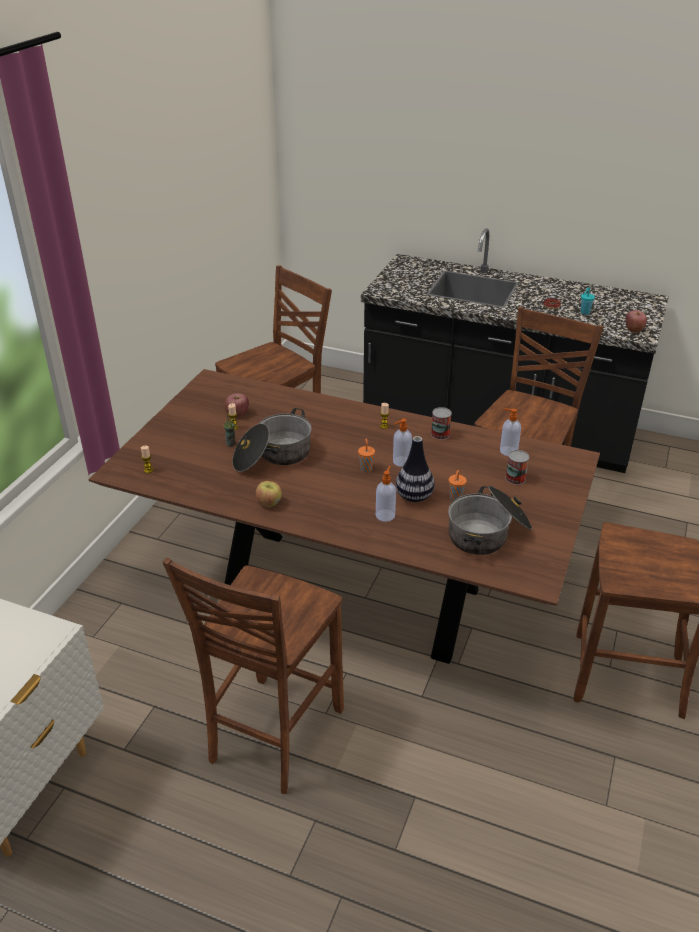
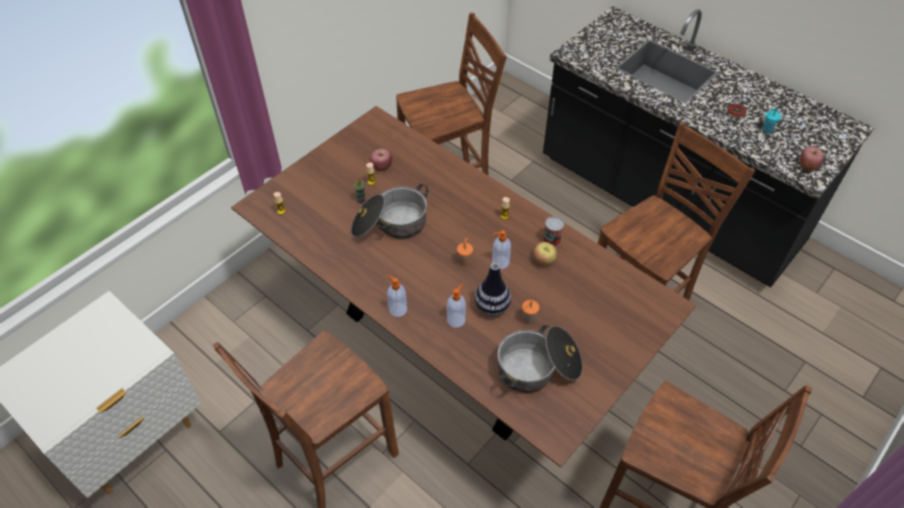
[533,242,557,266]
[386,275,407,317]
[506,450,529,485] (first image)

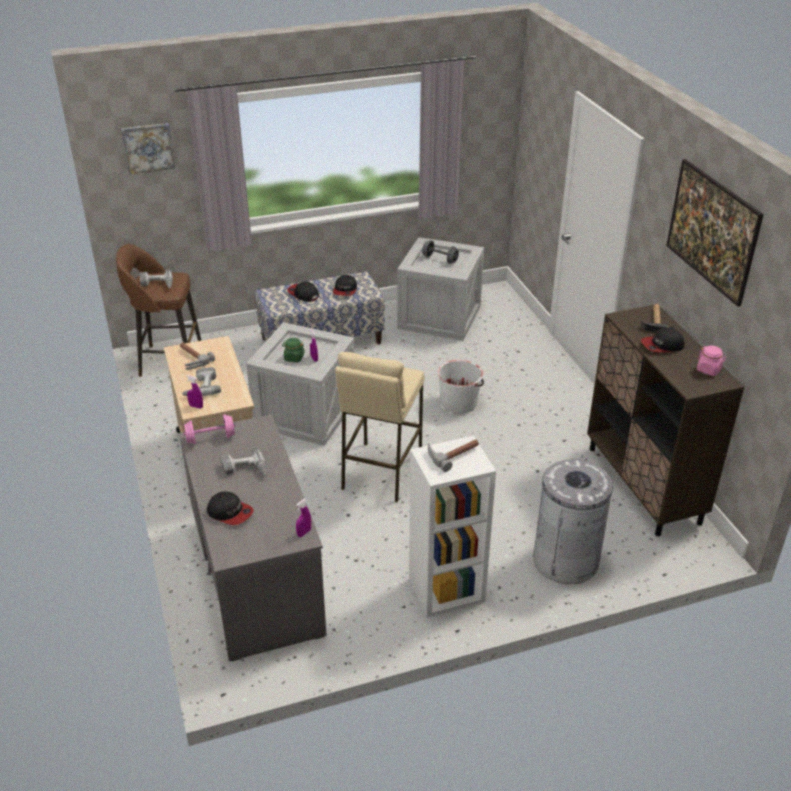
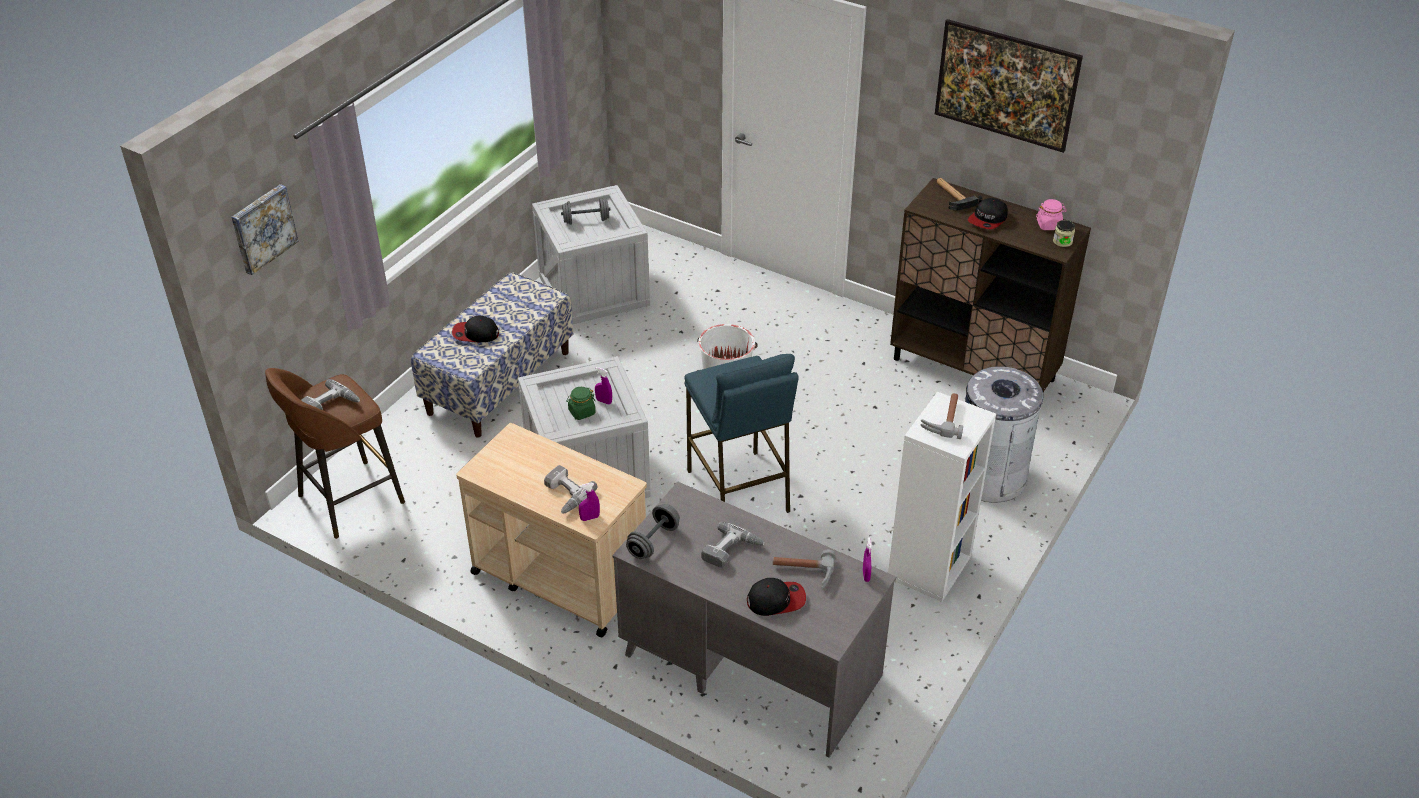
[773,550,835,589]
[626,504,680,559]
[333,275,357,296] (first image)
[684,354,799,513]
[1053,220,1075,247]

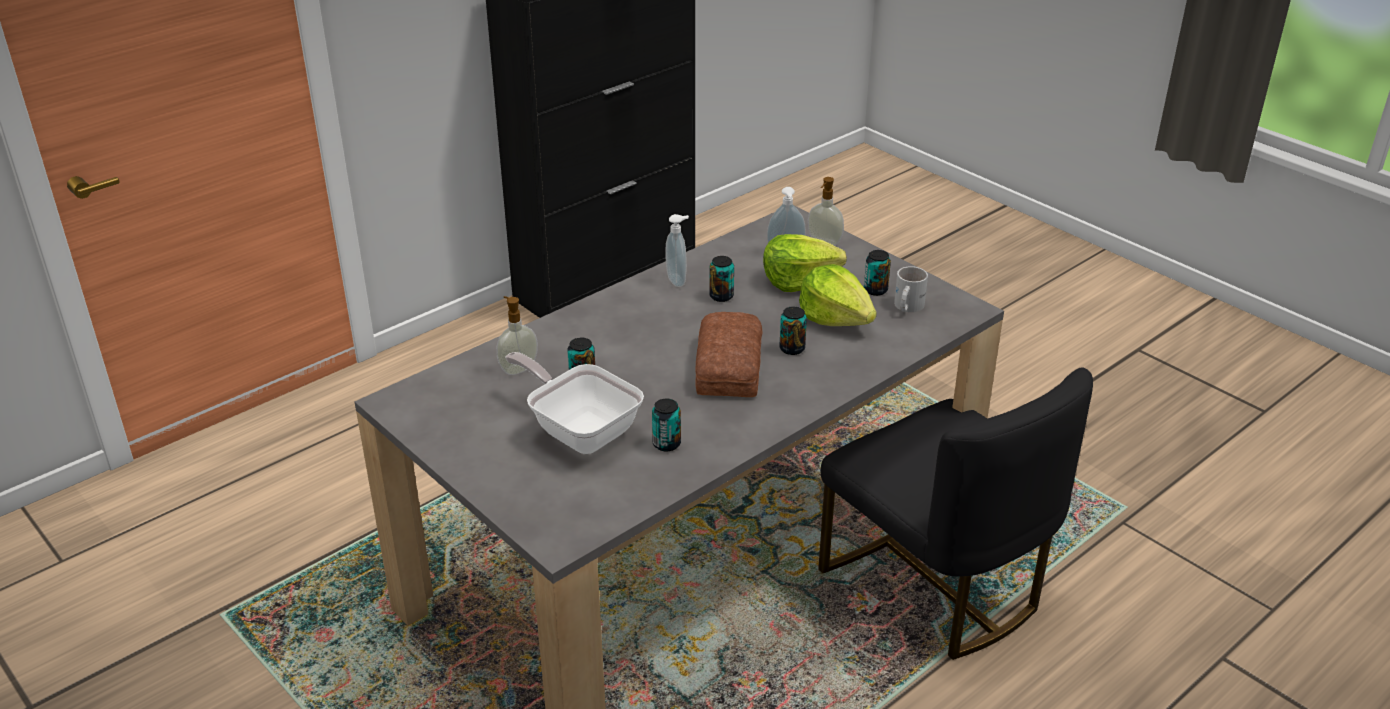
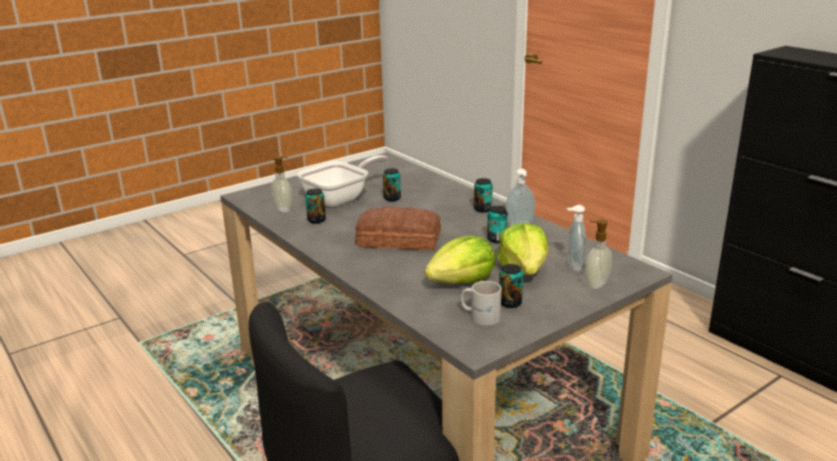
[271,156,293,212]
[474,178,493,213]

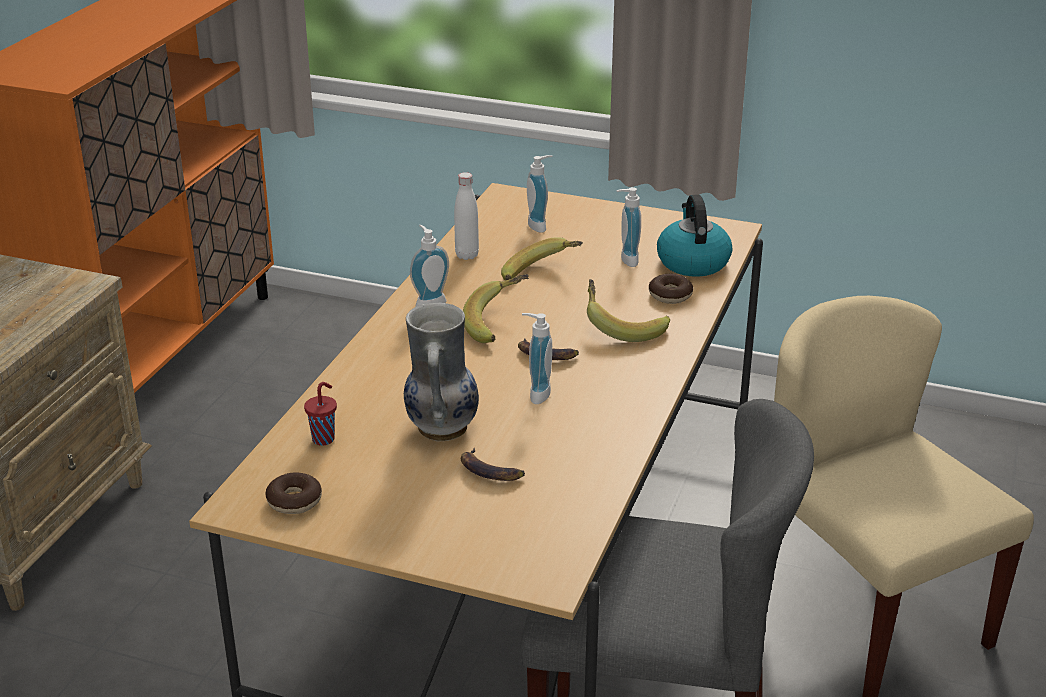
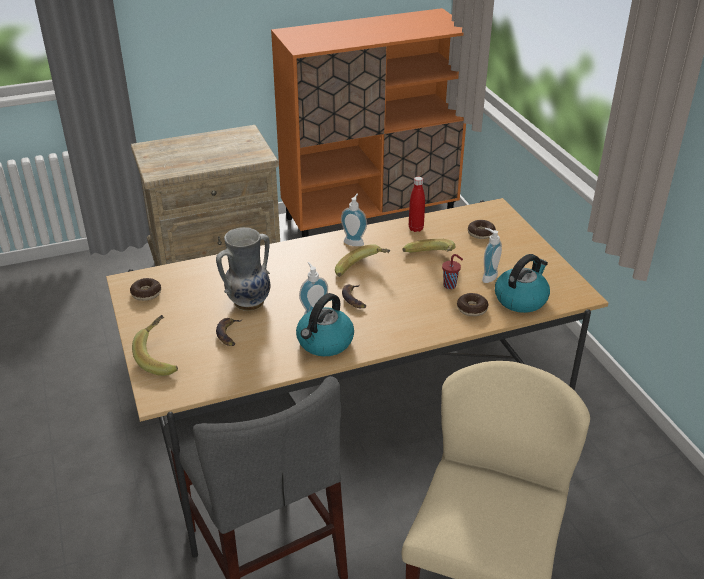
[442,254,463,289]
[409,177,425,232]
[468,220,496,239]
[132,315,178,376]
[296,293,354,356]

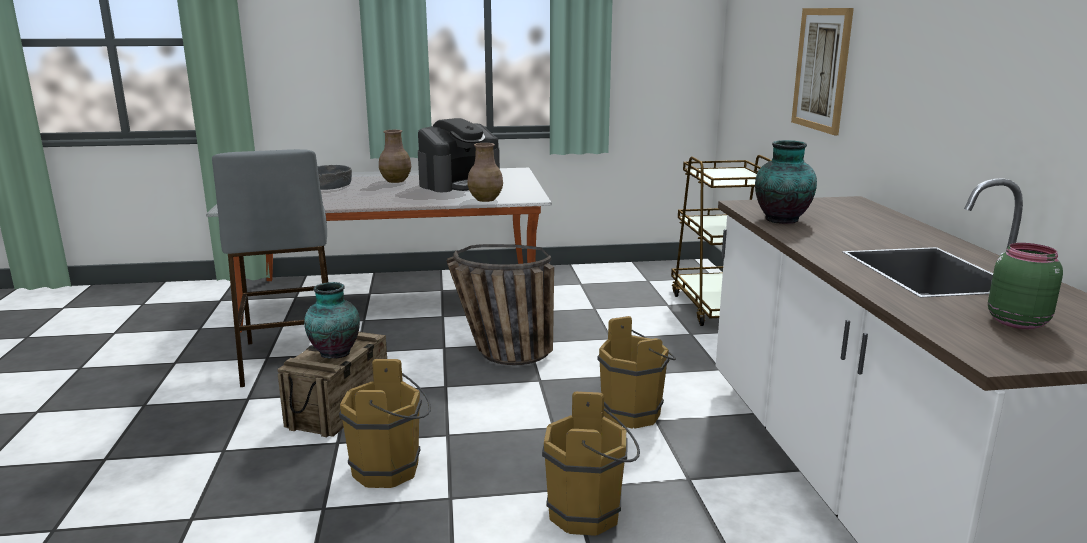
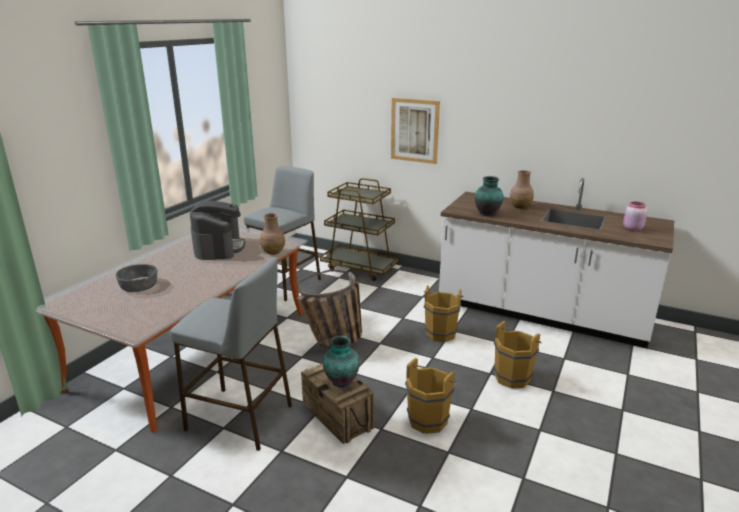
[510,170,534,209]
[623,202,647,231]
[244,166,321,301]

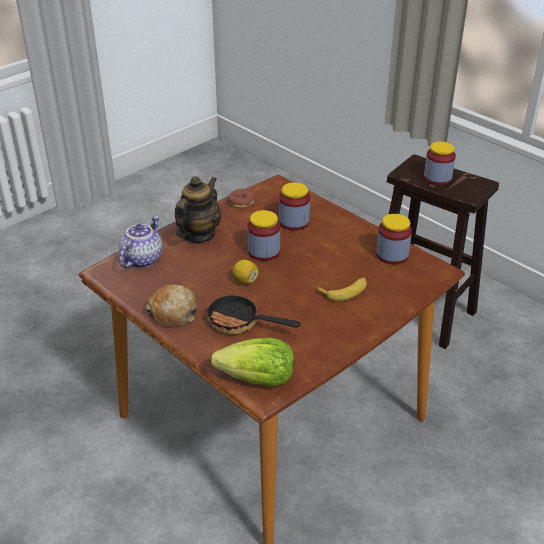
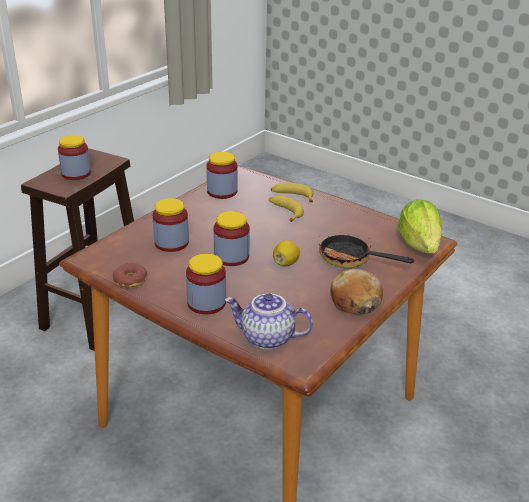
[186,254,226,314]
[319,232,414,269]
[271,183,314,202]

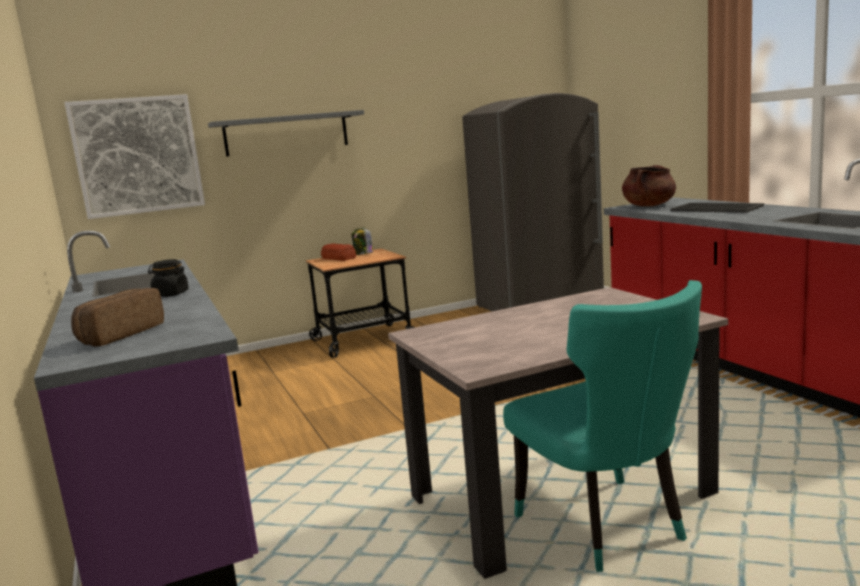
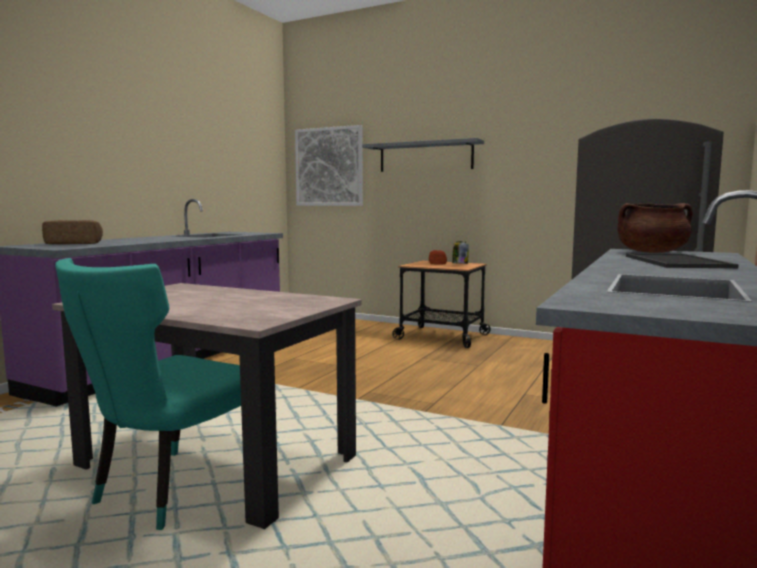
[148,259,189,297] (first image)

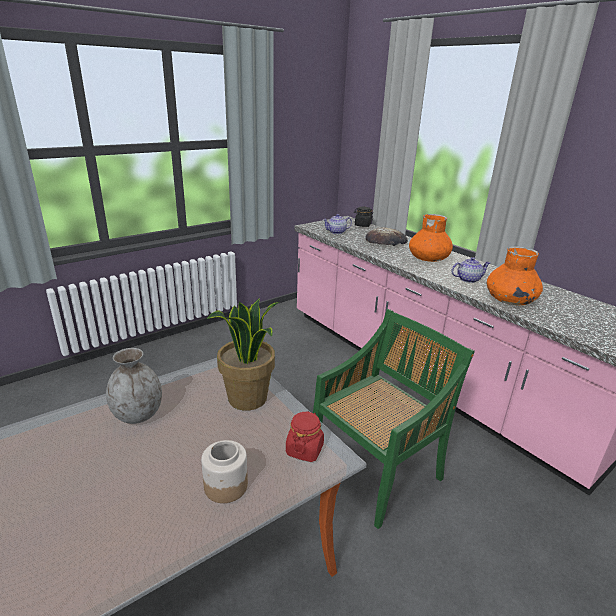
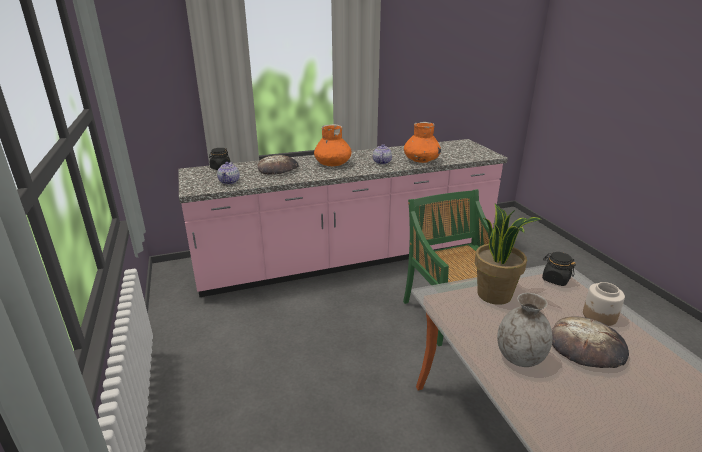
[542,252,576,286]
[552,316,629,368]

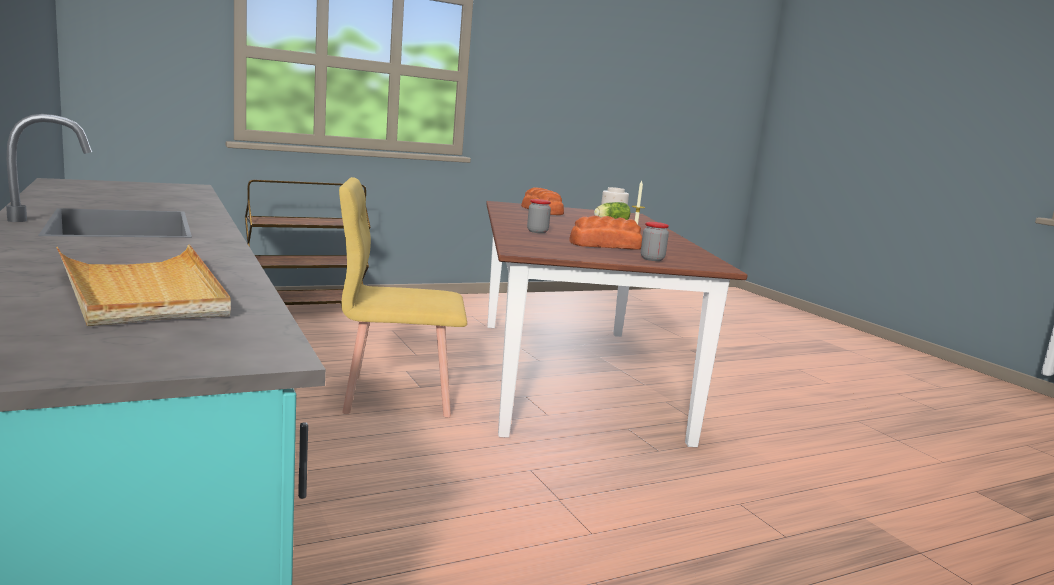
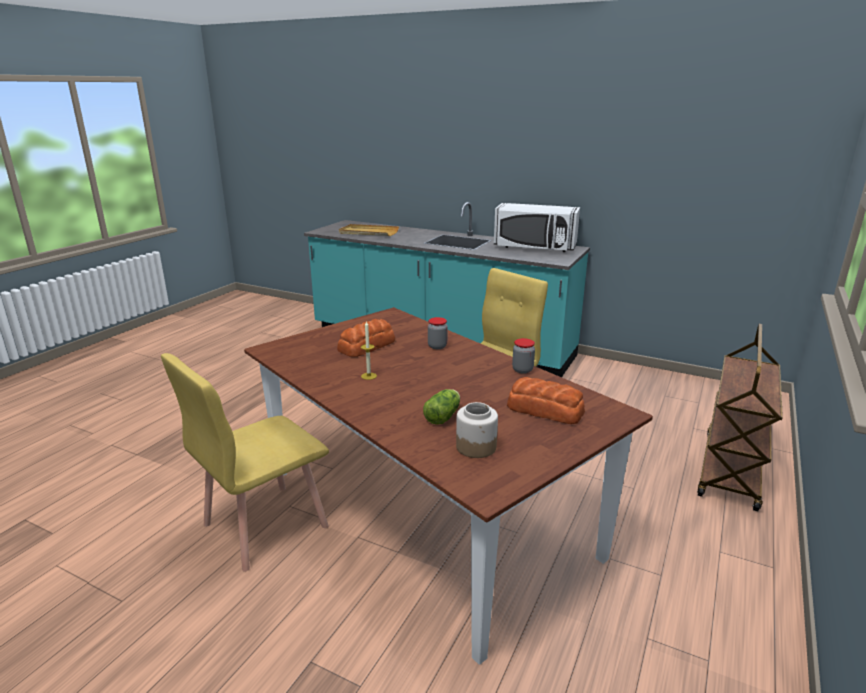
[512,338,535,374]
[161,353,329,572]
[494,203,580,252]

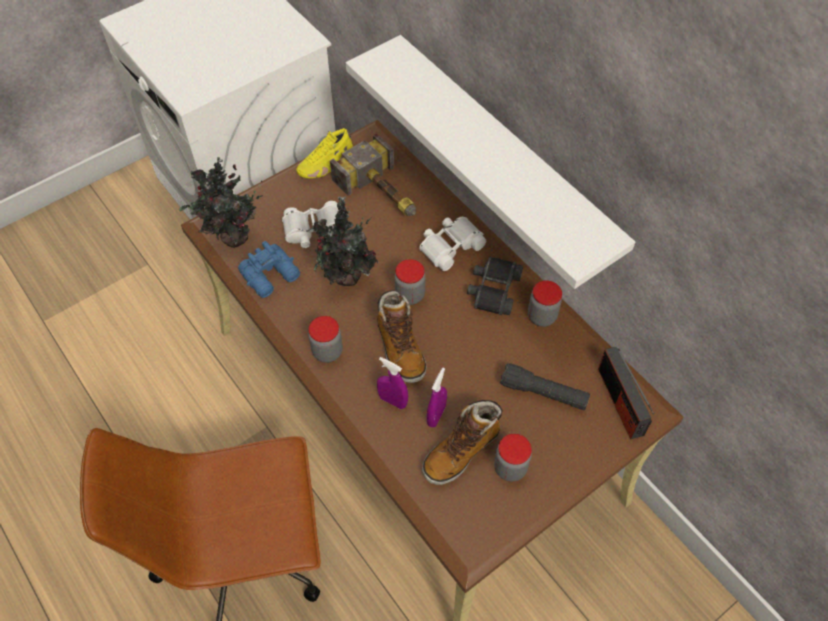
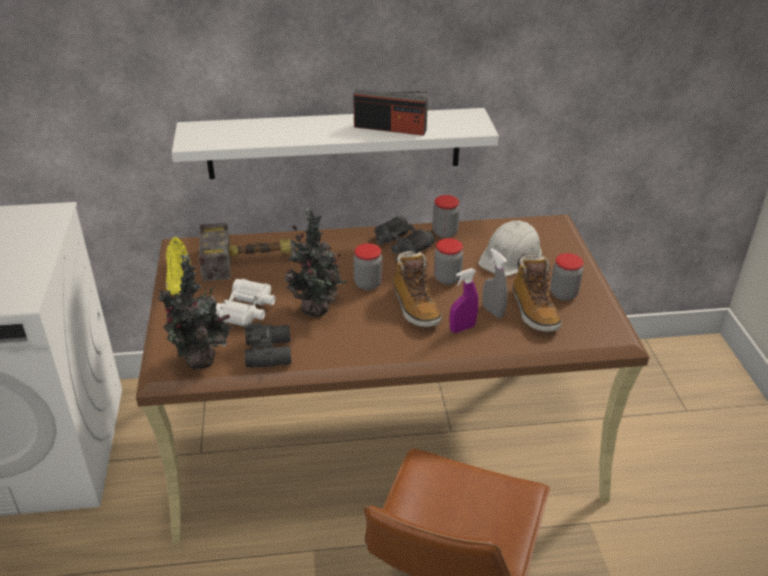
[245,323,291,368]
[434,238,463,285]
[393,251,442,327]
[419,217,486,271] (first image)
[482,248,507,318]
[478,221,542,277]
[353,90,428,136]

